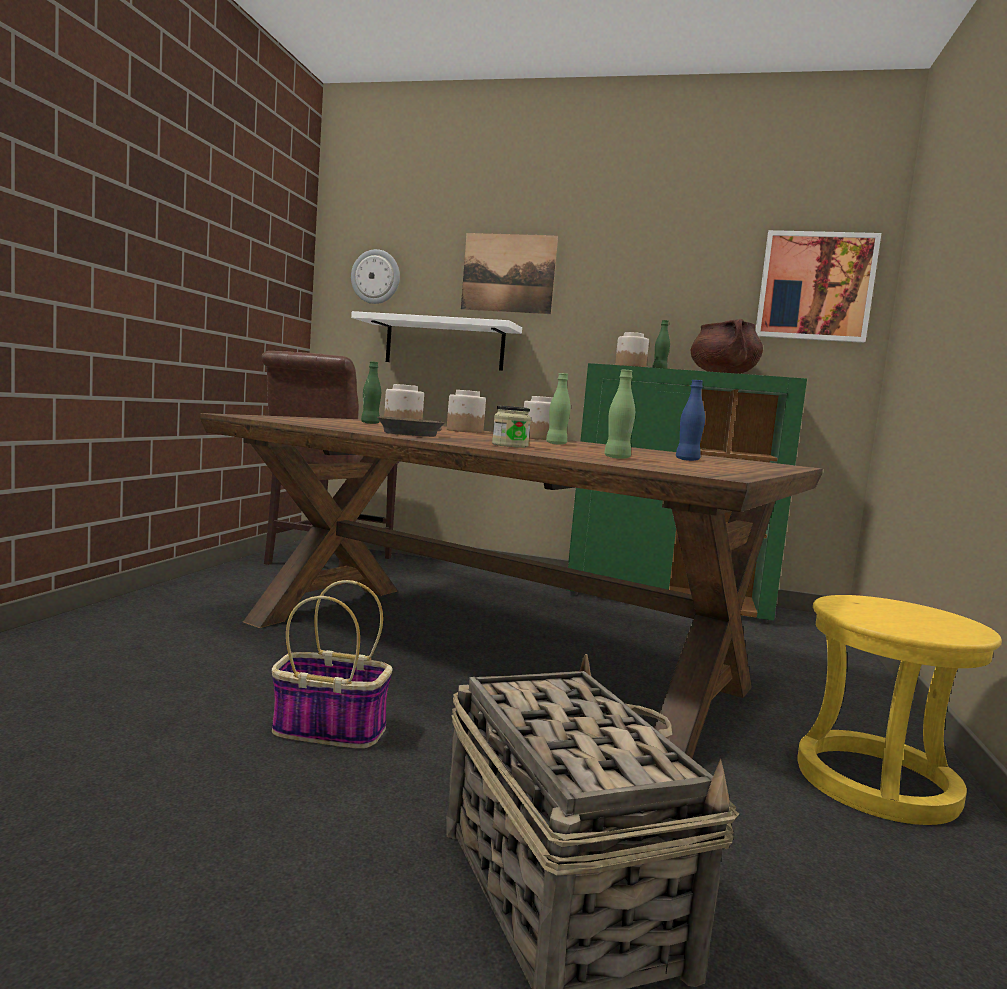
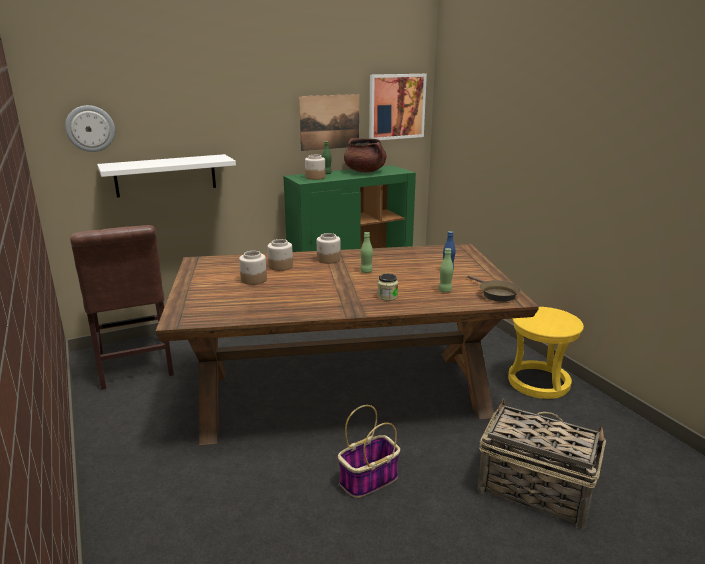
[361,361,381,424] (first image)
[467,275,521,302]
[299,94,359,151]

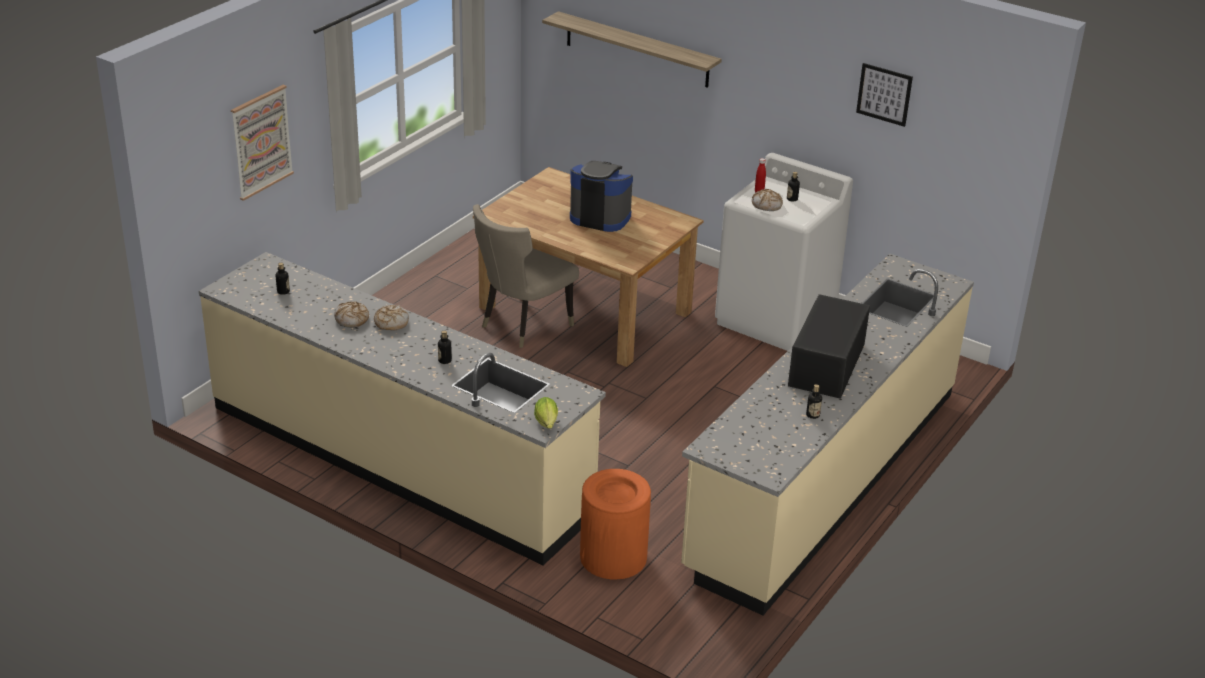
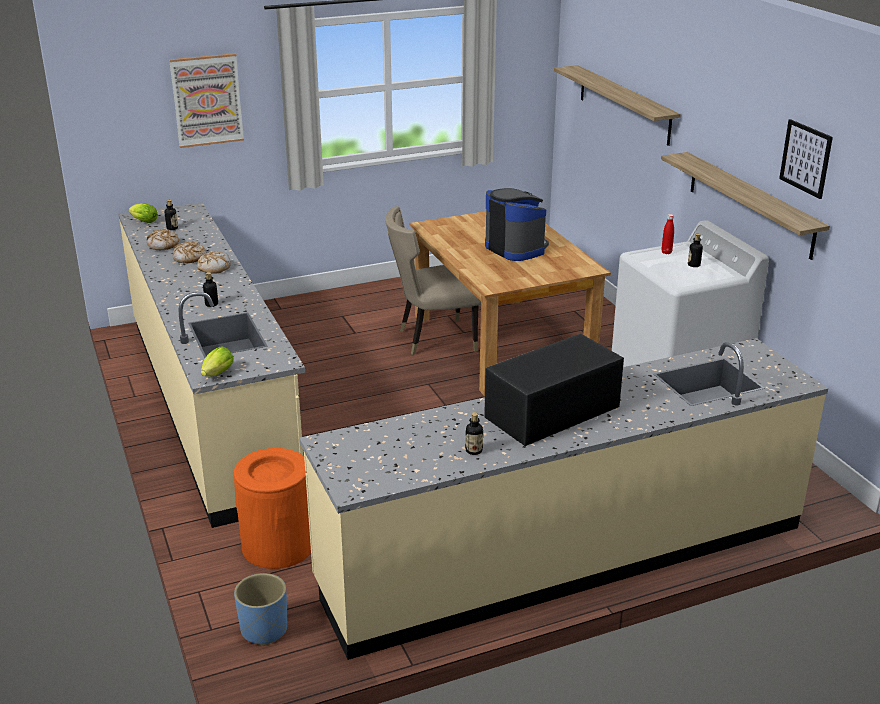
[147,229,179,250]
[128,203,158,223]
[234,573,287,646]
[661,152,830,260]

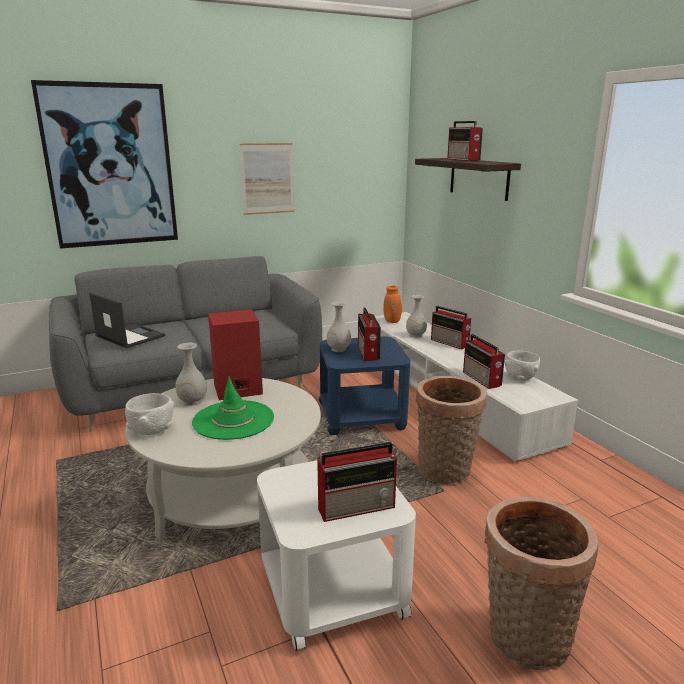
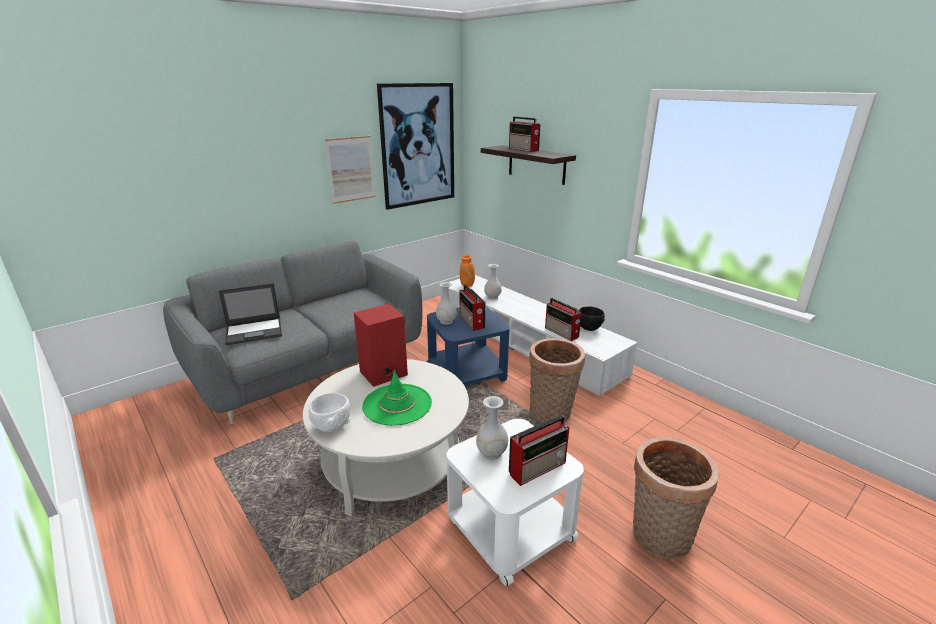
[377,83,454,210]
[219,283,282,346]
[476,396,508,460]
[431,306,471,350] (first image)
[579,307,605,331]

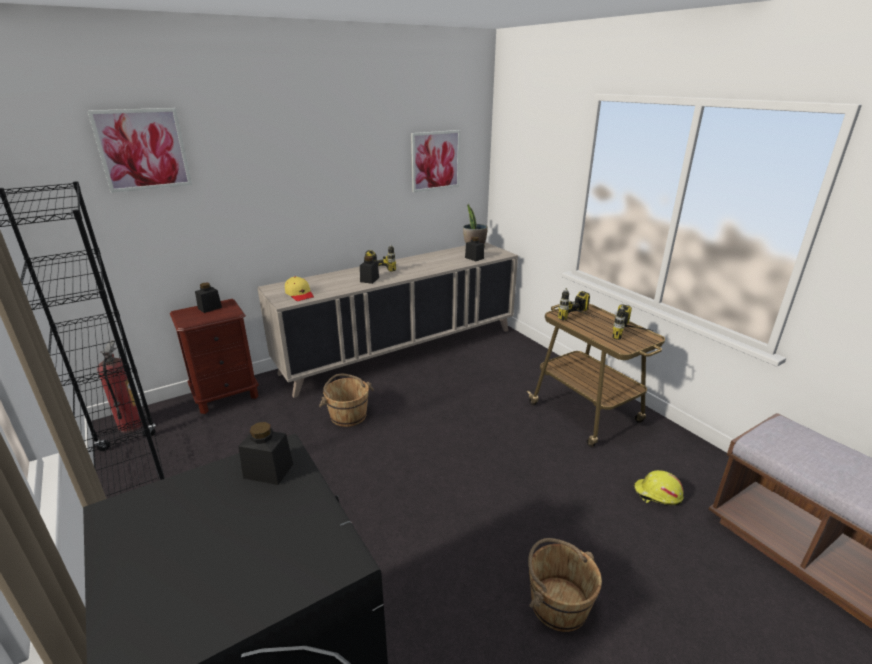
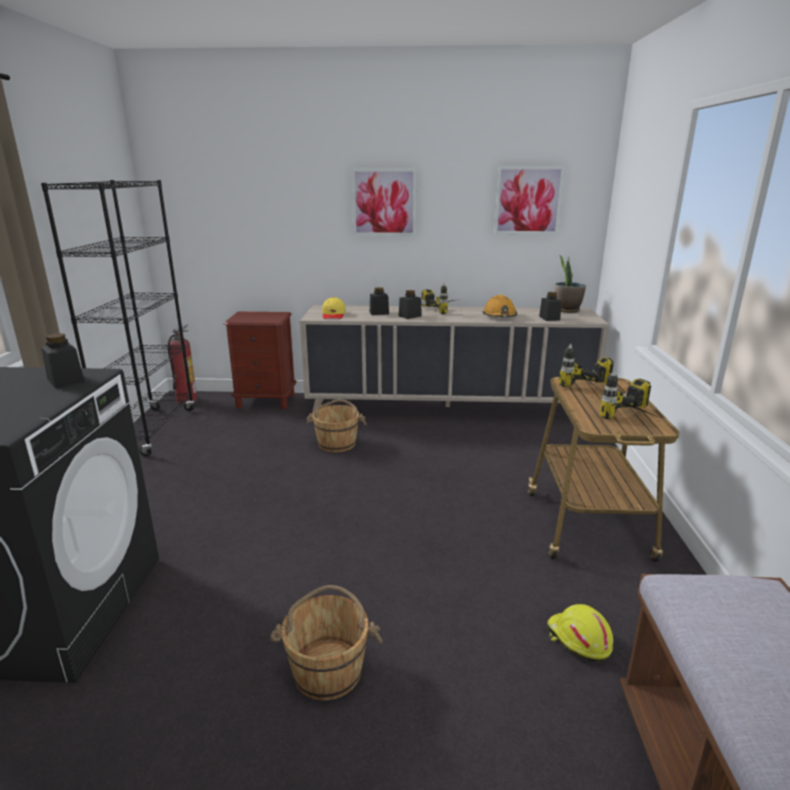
[352,169,416,236]
[370,287,389,315]
[483,295,517,317]

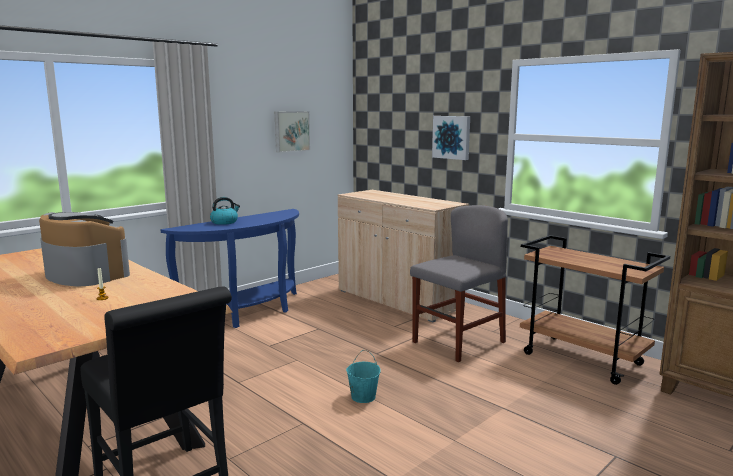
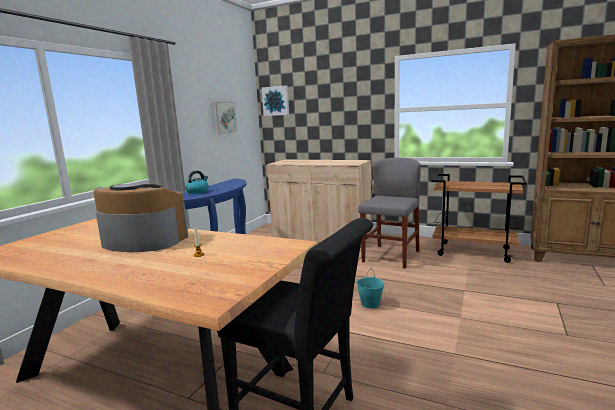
[262,85,289,116]

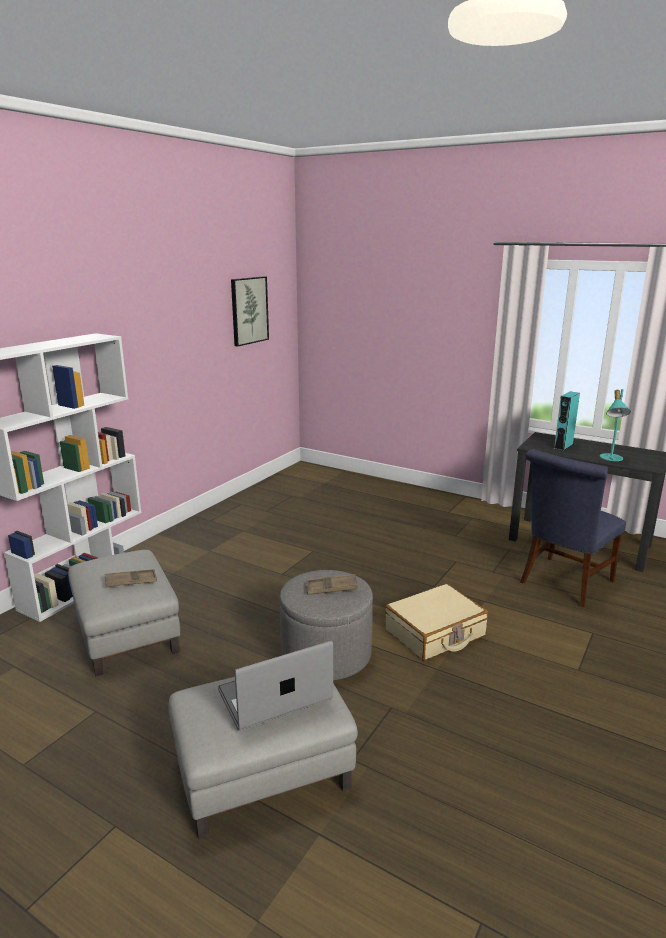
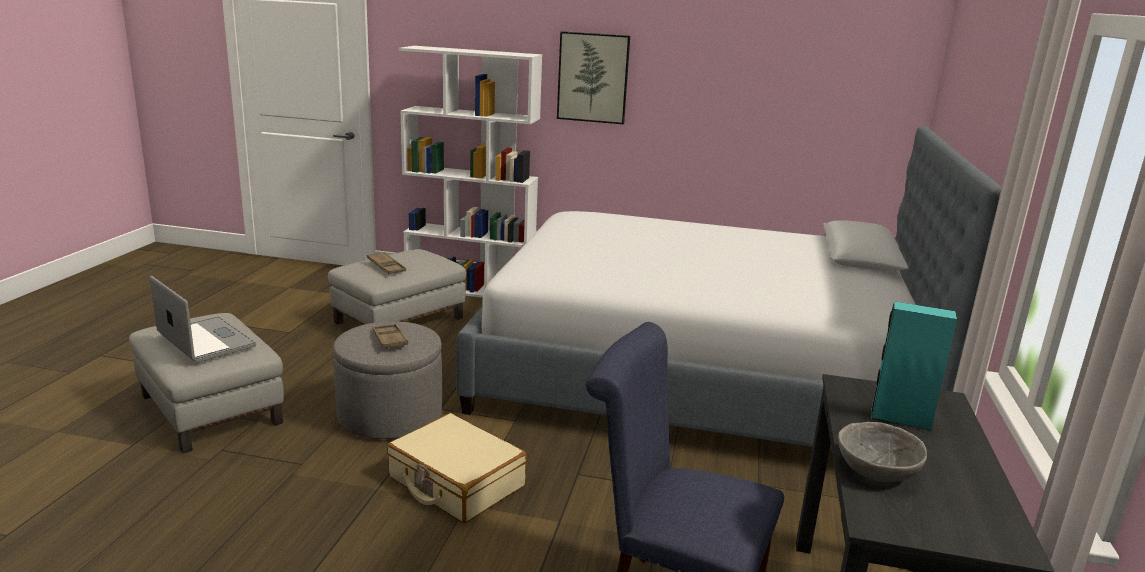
[557,31,630,124]
[838,422,927,482]
[456,126,1002,450]

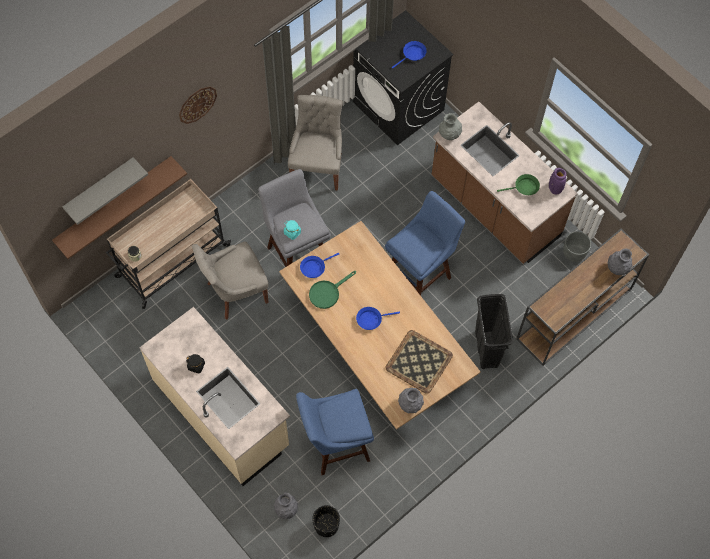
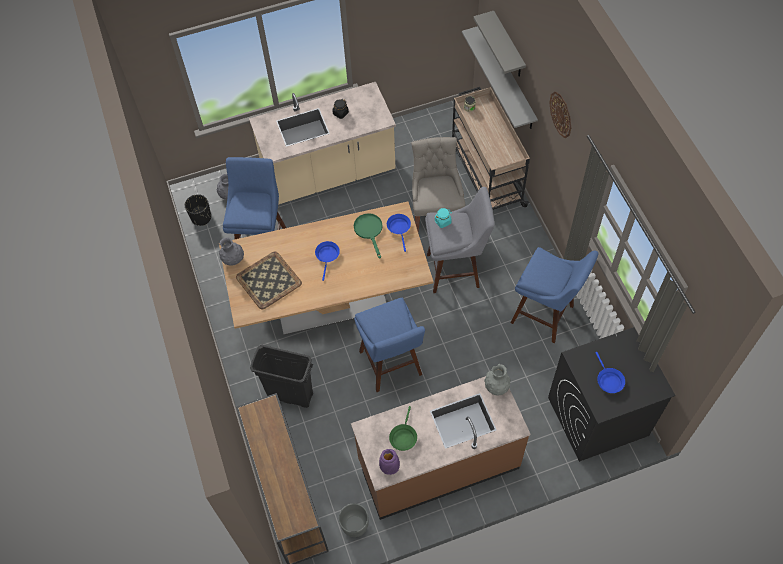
[462,26,538,129]
[511,247,599,343]
[608,248,633,275] (first image)

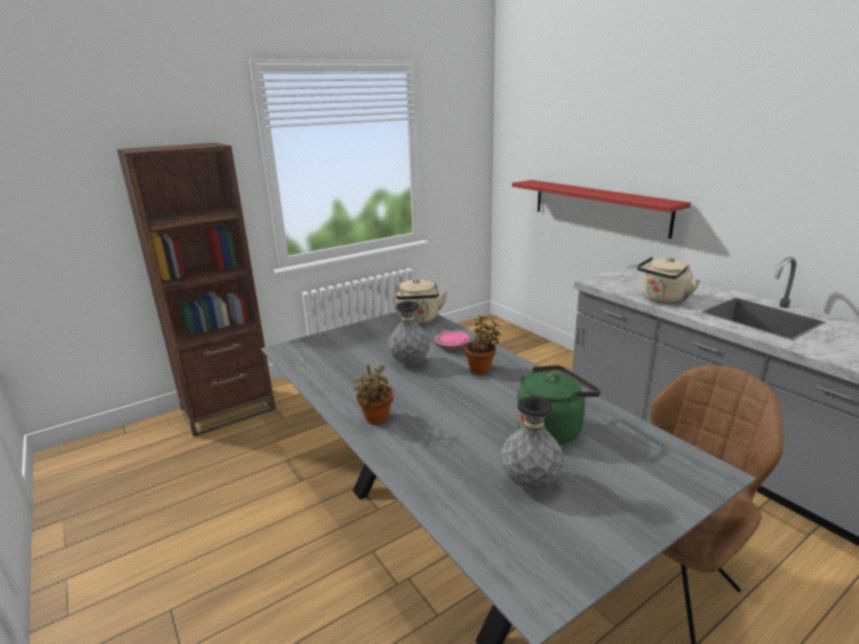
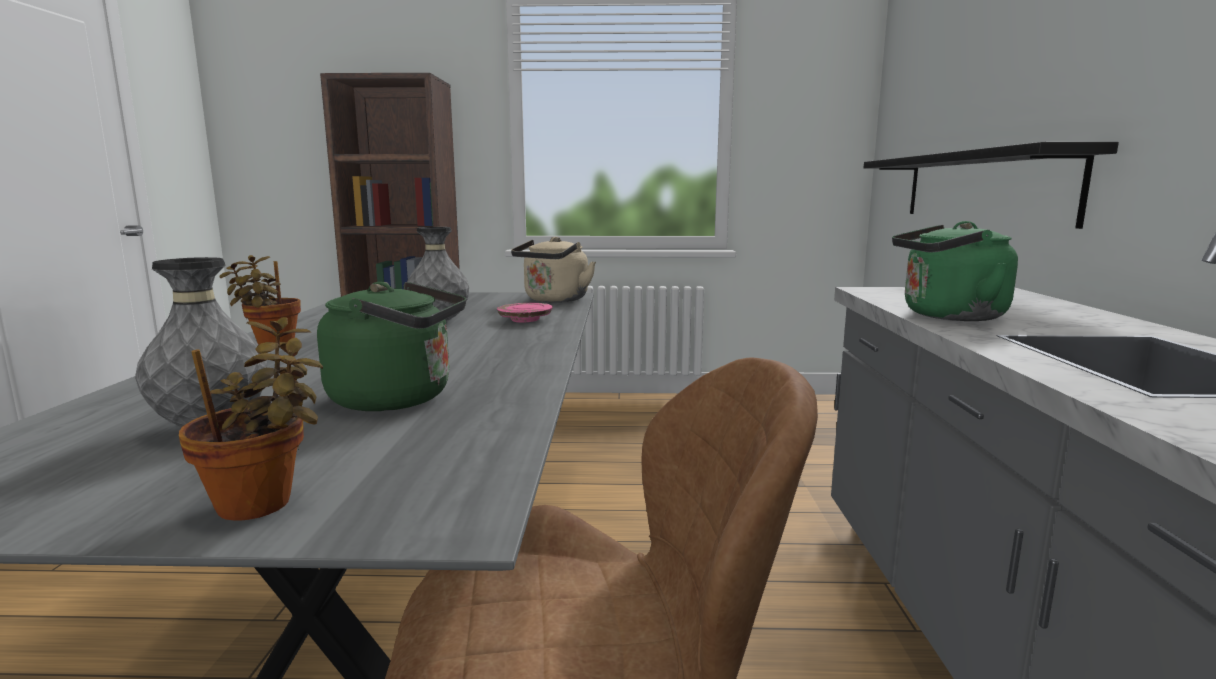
[179,317,323,521]
[864,142,1119,229]
[892,221,1018,321]

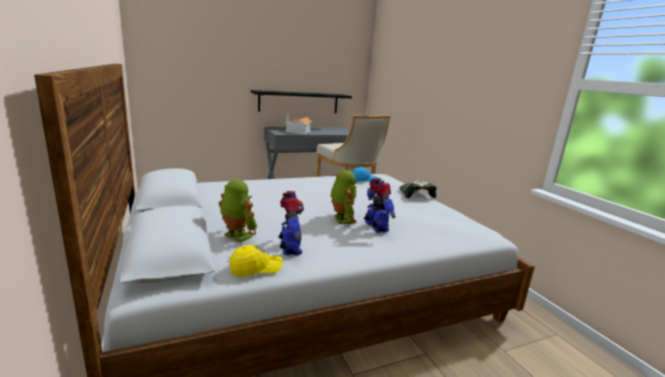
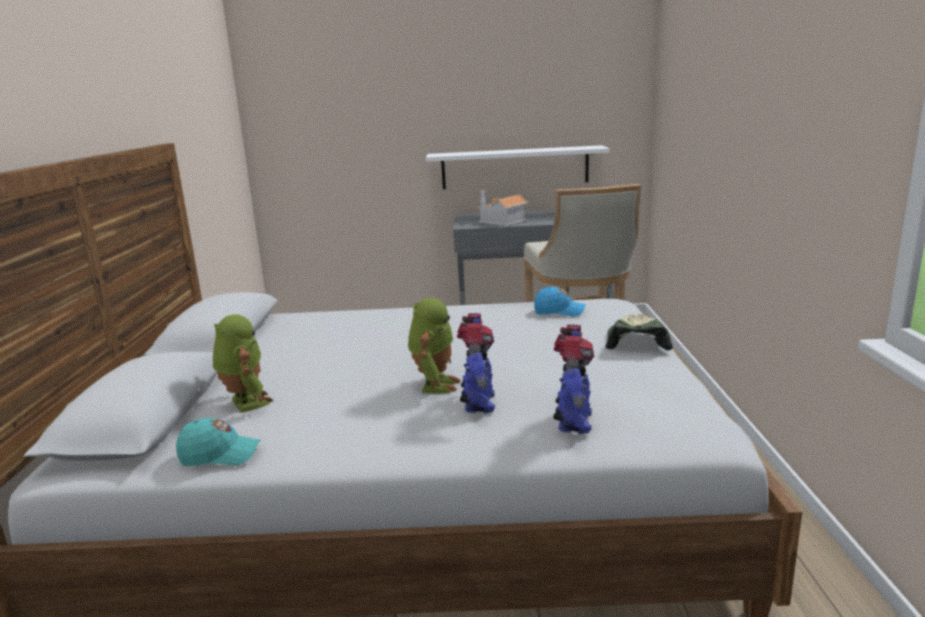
[176,418,261,466]
[426,145,610,189]
[553,324,595,434]

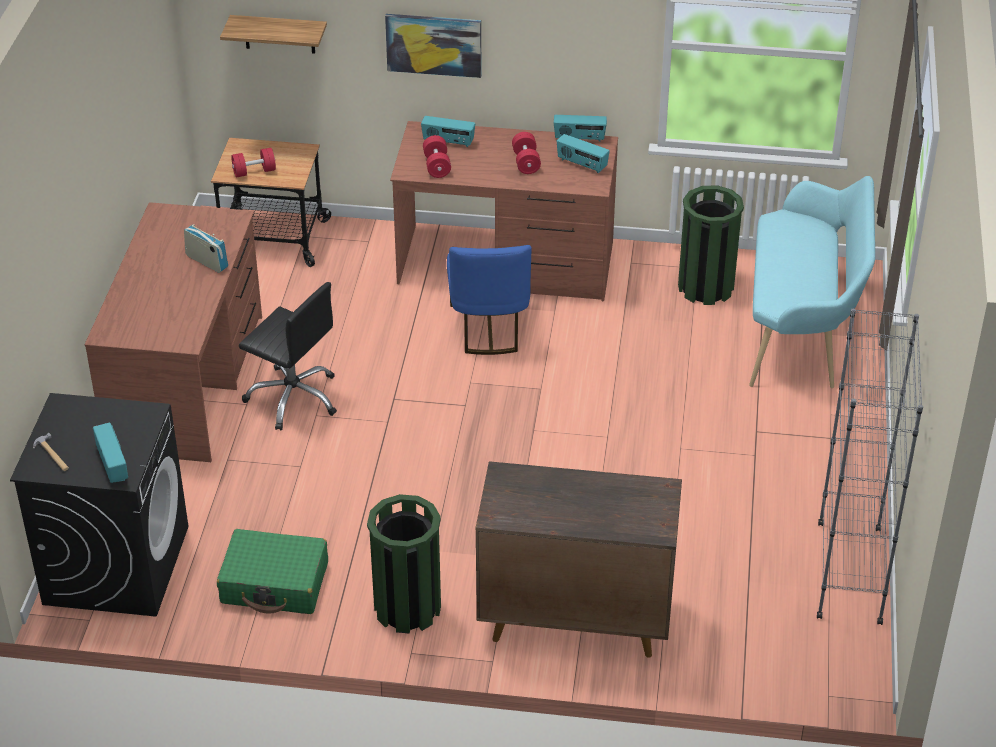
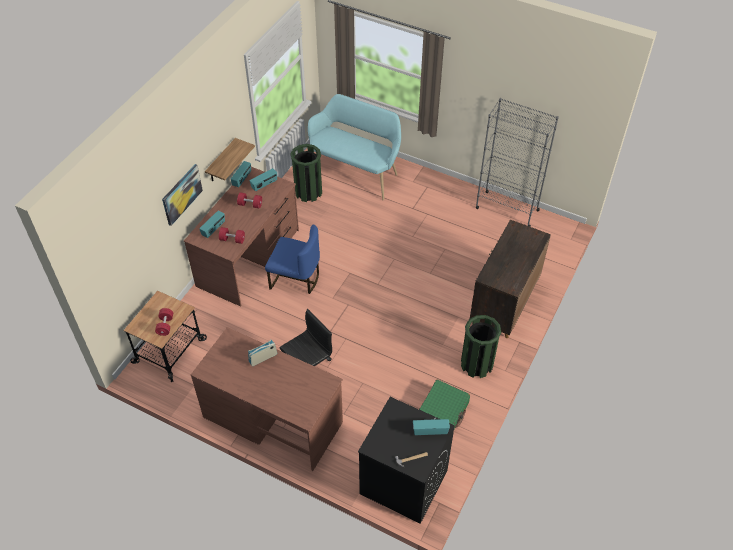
[205,138,255,182]

